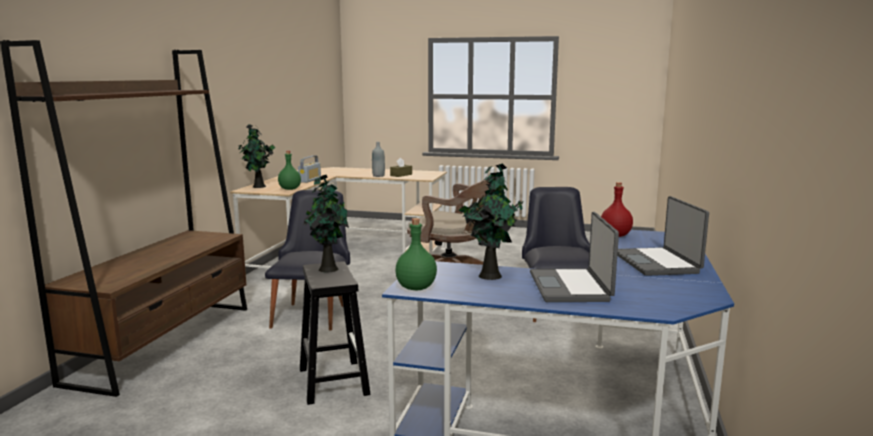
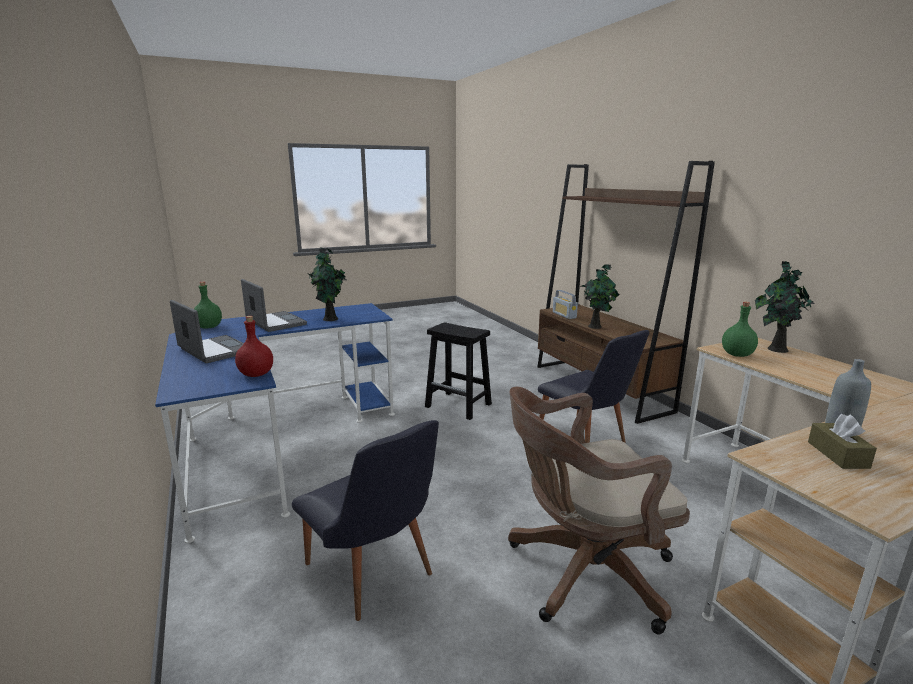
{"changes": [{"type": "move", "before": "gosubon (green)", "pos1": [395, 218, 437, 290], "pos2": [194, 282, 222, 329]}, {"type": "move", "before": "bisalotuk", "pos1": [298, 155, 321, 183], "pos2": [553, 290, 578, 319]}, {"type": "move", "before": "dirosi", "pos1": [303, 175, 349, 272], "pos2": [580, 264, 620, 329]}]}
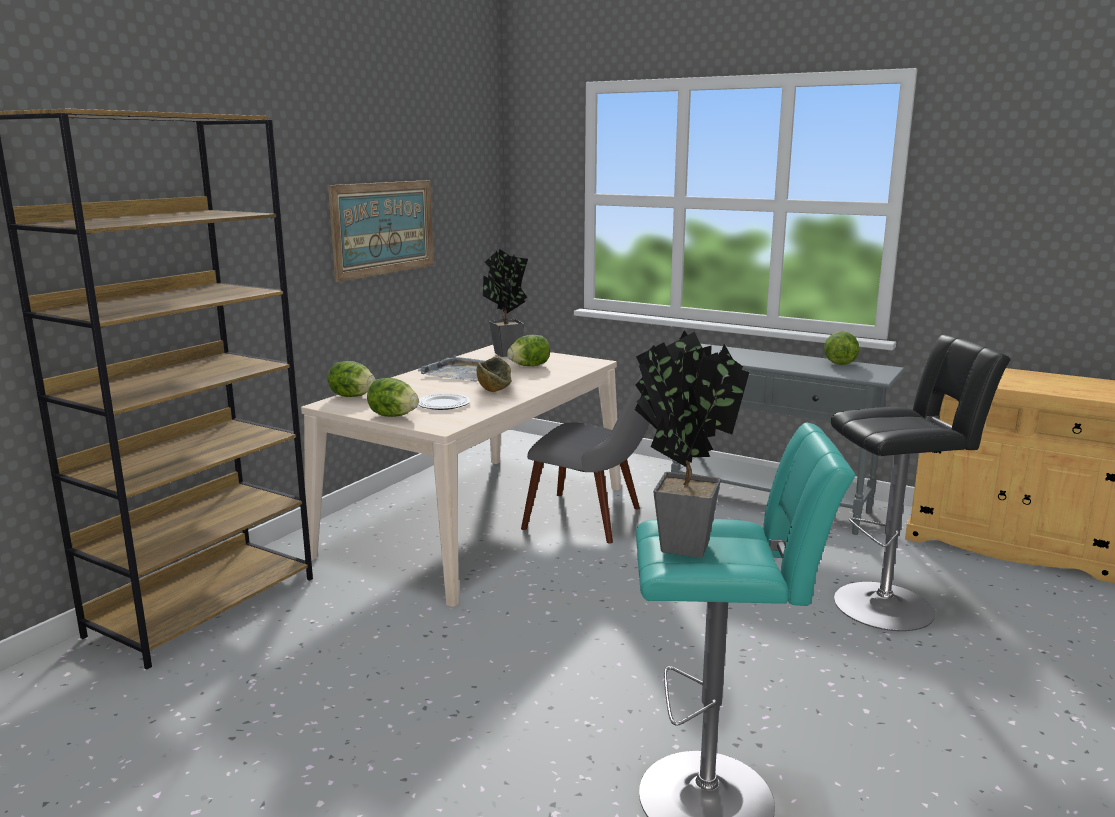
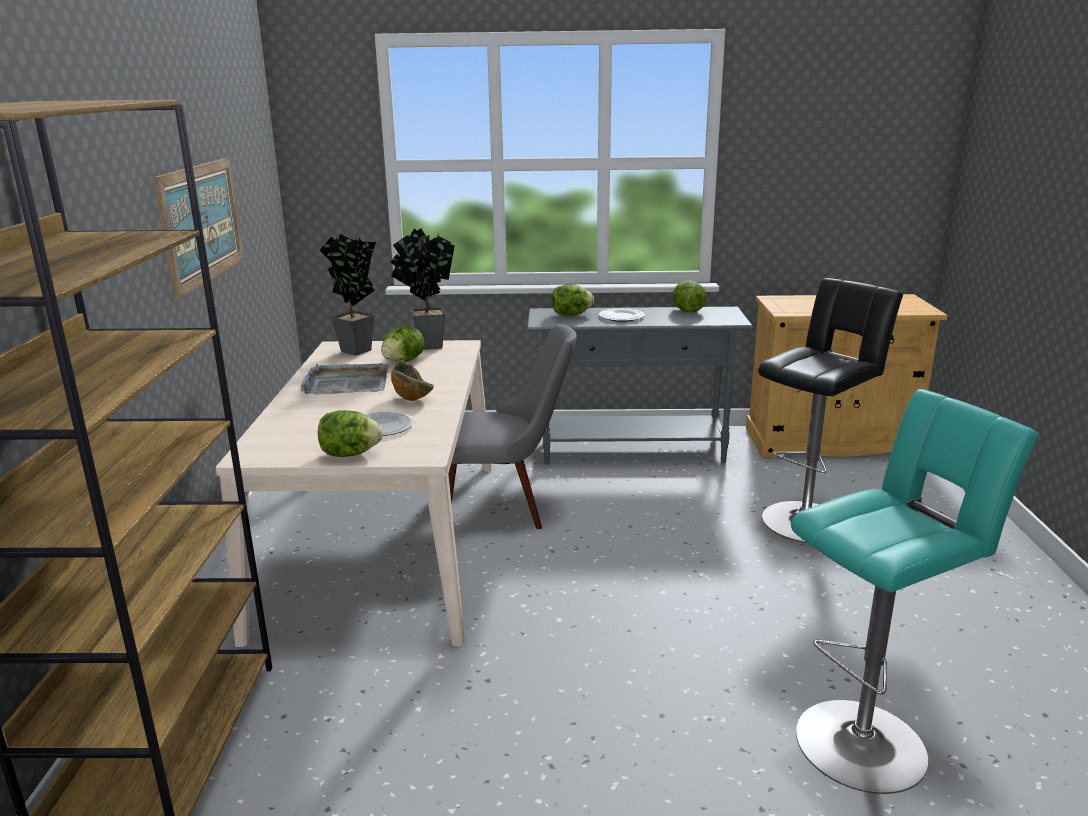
{"changes": [{"type": "move", "before": "dirosi", "pos1": [635, 330, 749, 558], "pos2": [391, 228, 455, 350]}, {"type": "move", "before": "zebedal", "pos1": [328, 361, 376, 397], "pos2": [552, 284, 594, 316]}, {"type": "insert", "after": "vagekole", "pos2": [599, 308, 645, 322]}]}
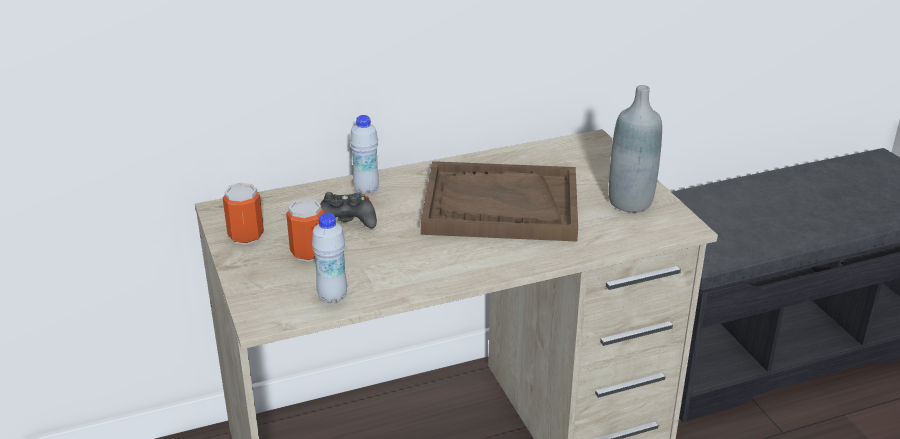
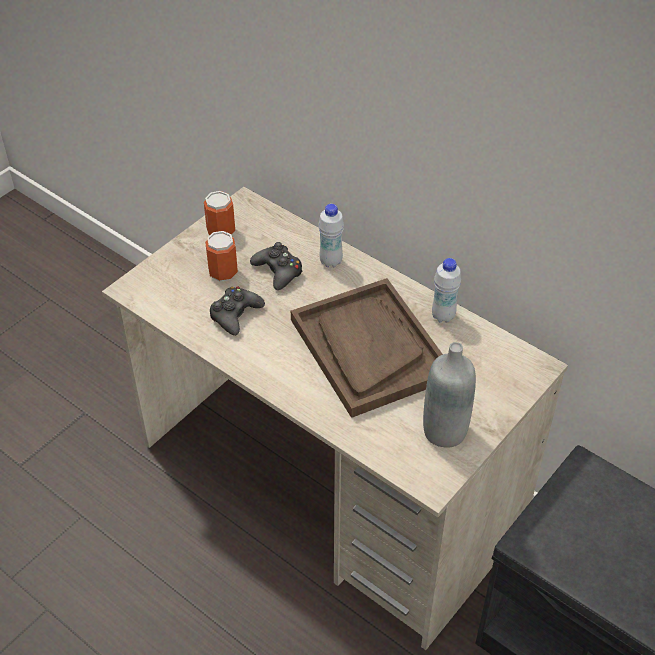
{"changes": [{"type": "insert", "after": "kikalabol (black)", "pos2": [210, 287, 265, 336]}, {"type": "move", "before": "gosubon (white)", "pos1": [312, 213, 347, 303], "pos2": [432, 258, 461, 323]}]}
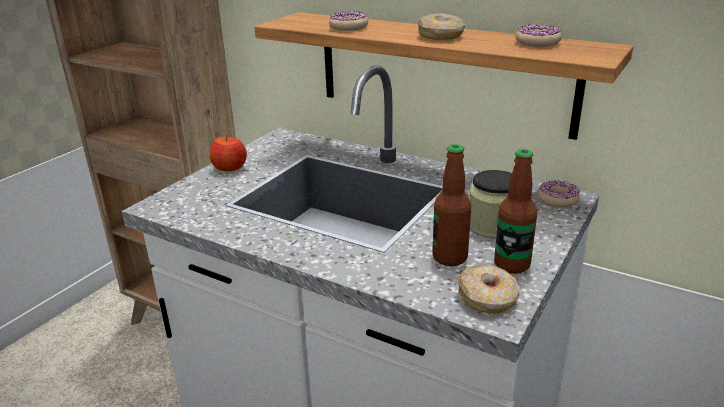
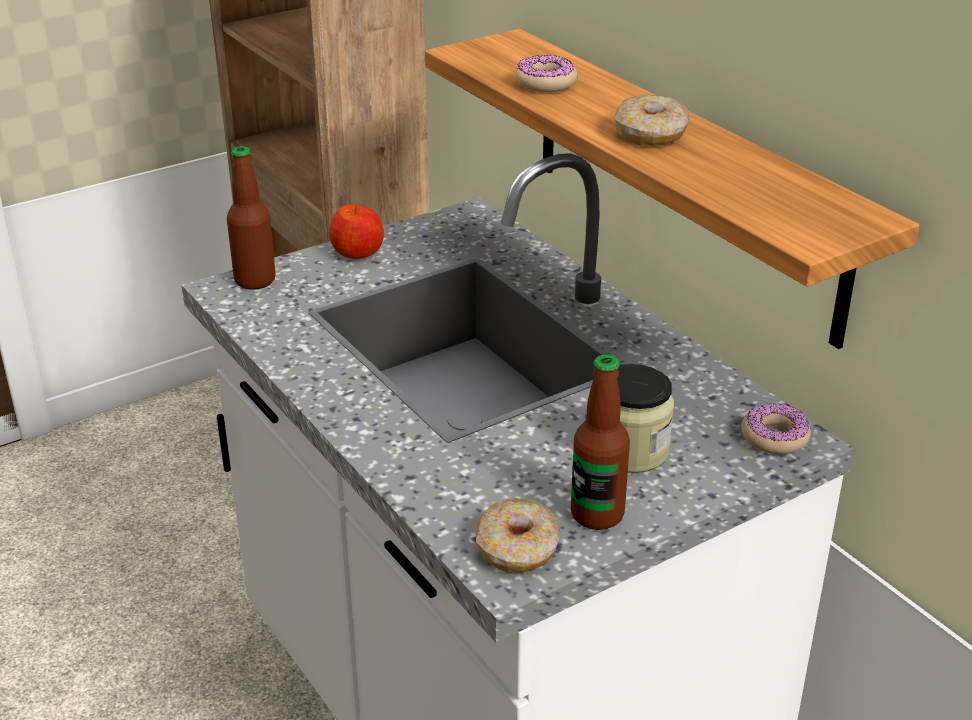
{"changes": [{"type": "move", "before": "gosubon", "pos1": [432, 144, 471, 266], "pos2": [227, 146, 276, 290]}, {"type": "delete", "before": "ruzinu", "pos1": [516, 25, 561, 47]}]}
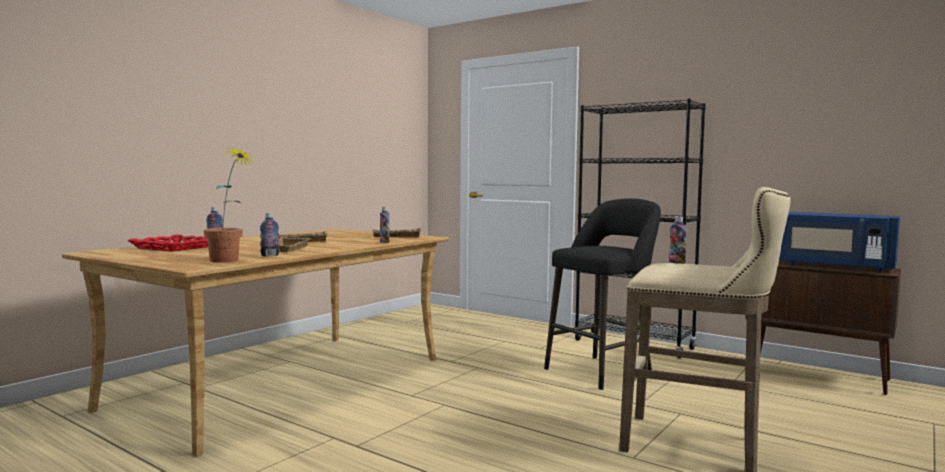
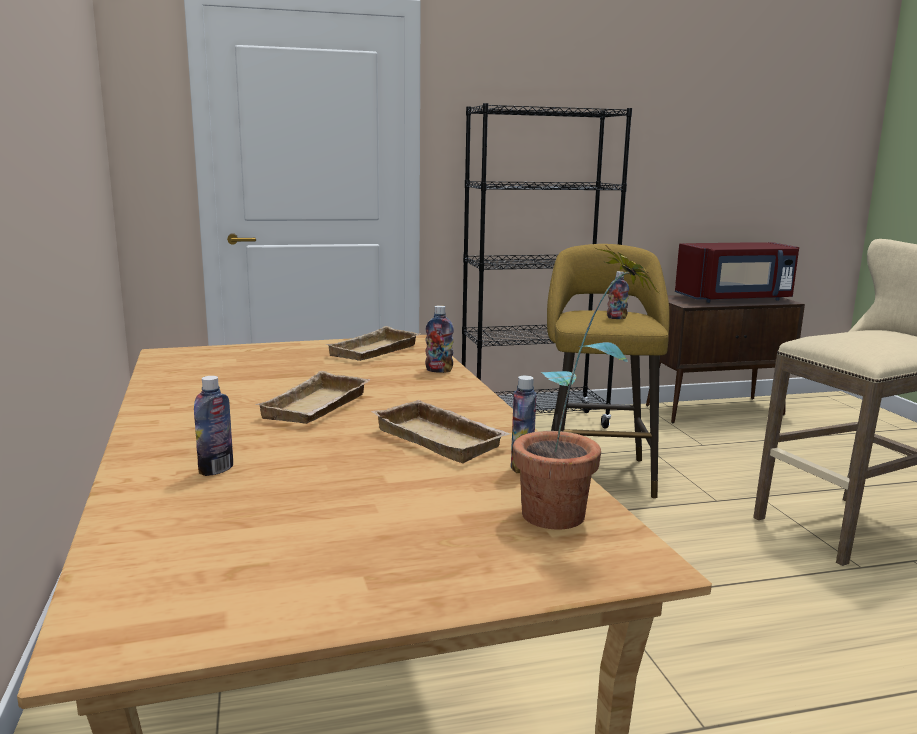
{"changes": [{"type": "recolor", "before": "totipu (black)", "after": "totipu (yellow)", "pos1": [544, 198, 661, 390], "pos2": [547, 244, 670, 498]}, {"type": "move", "before": "gosubon", "pos1": [669, 217, 687, 264], "pos2": [607, 271, 629, 319]}, {"type": "recolor", "before": "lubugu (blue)", "after": "lubugu (red)", "pos1": [779, 212, 900, 272], "pos2": [675, 242, 799, 303]}, {"type": "delete", "before": "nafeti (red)", "pos1": [127, 235, 208, 252]}]}
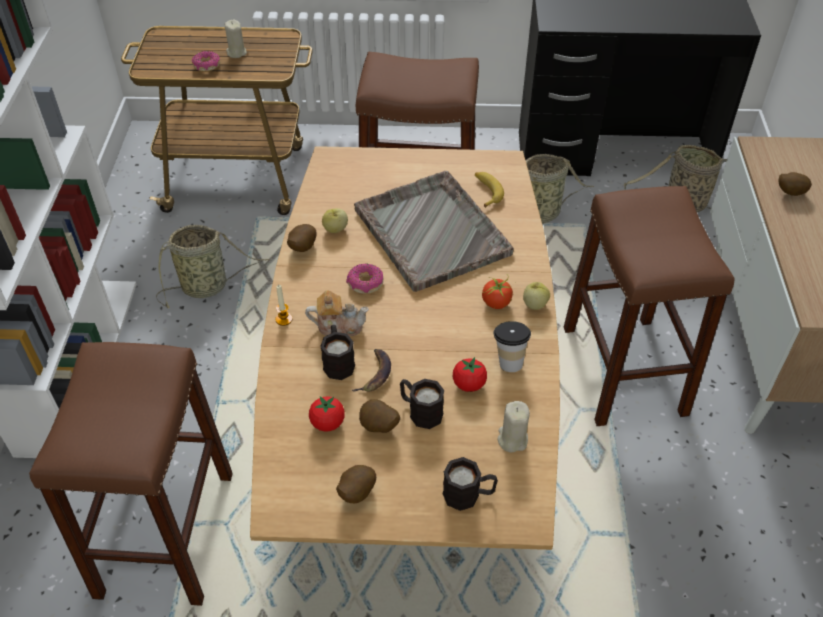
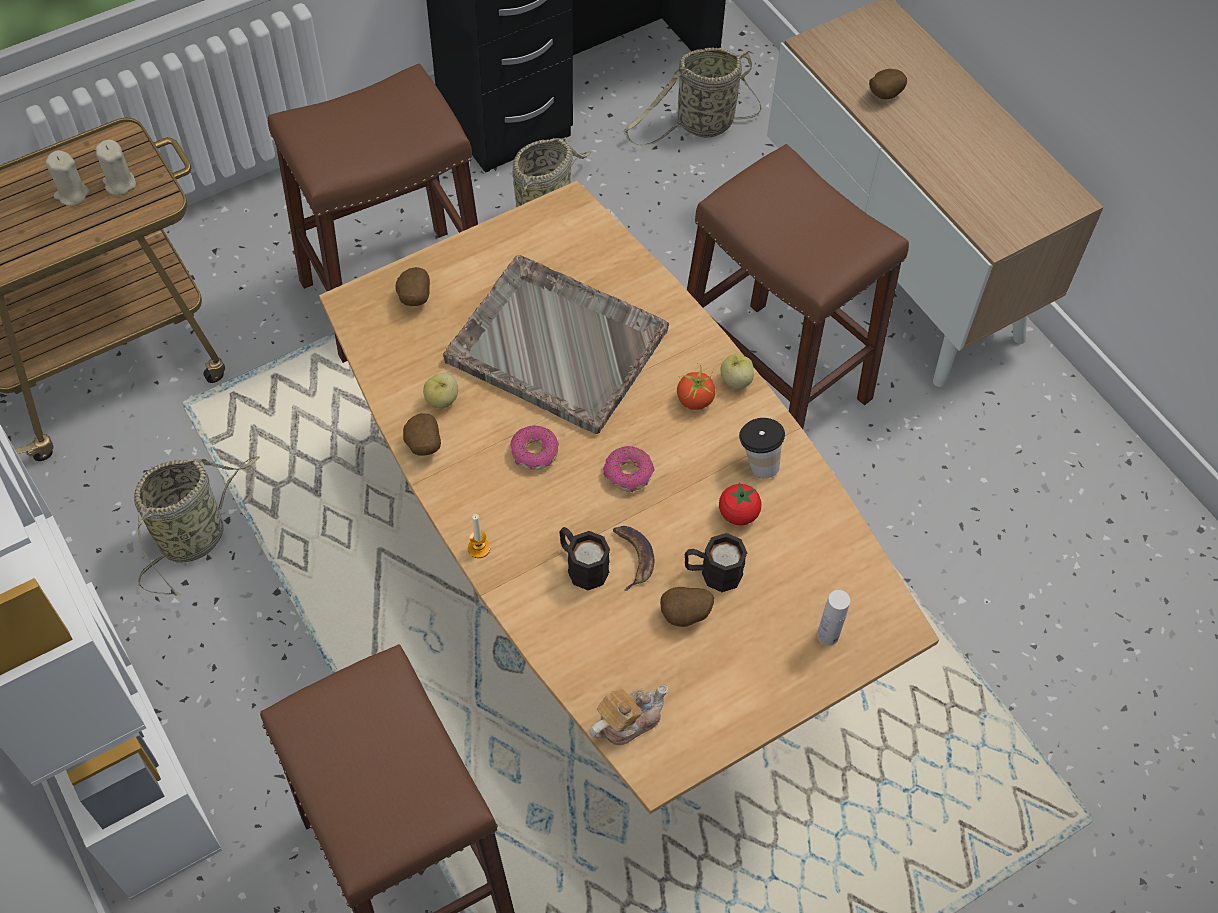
{"changes": [{"type": "move", "before": "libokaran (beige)", "pos1": [498, 401, 530, 452], "pos2": [95, 140, 136, 196]}, {"type": "move", "before": "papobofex", "pos1": [336, 465, 376, 503], "pos2": [396, 267, 430, 306]}, {"type": "move", "before": "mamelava", "pos1": [305, 290, 369, 336], "pos2": [590, 684, 668, 745]}, {"type": "move", "before": "ruzinu", "pos1": [192, 51, 220, 72], "pos2": [603, 446, 655, 492]}, {"type": "replace", "before": "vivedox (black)", "after": "gosubon (white)", "pos1": [442, 457, 498, 511], "pos2": [817, 590, 850, 646]}, {"type": "delete", "before": "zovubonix", "pos1": [309, 396, 345, 431]}, {"type": "delete", "before": "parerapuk", "pos1": [475, 172, 504, 208]}]}
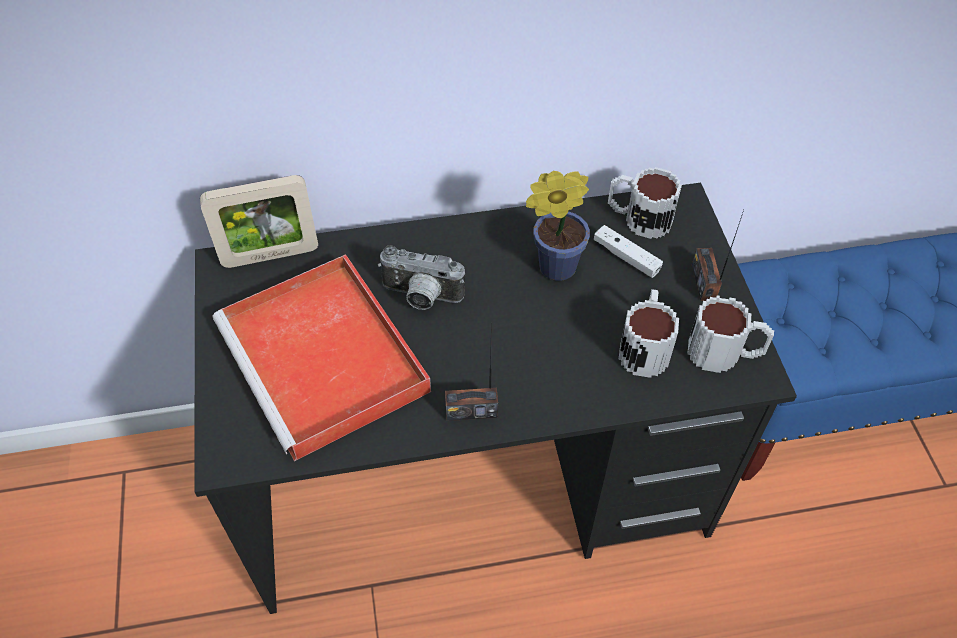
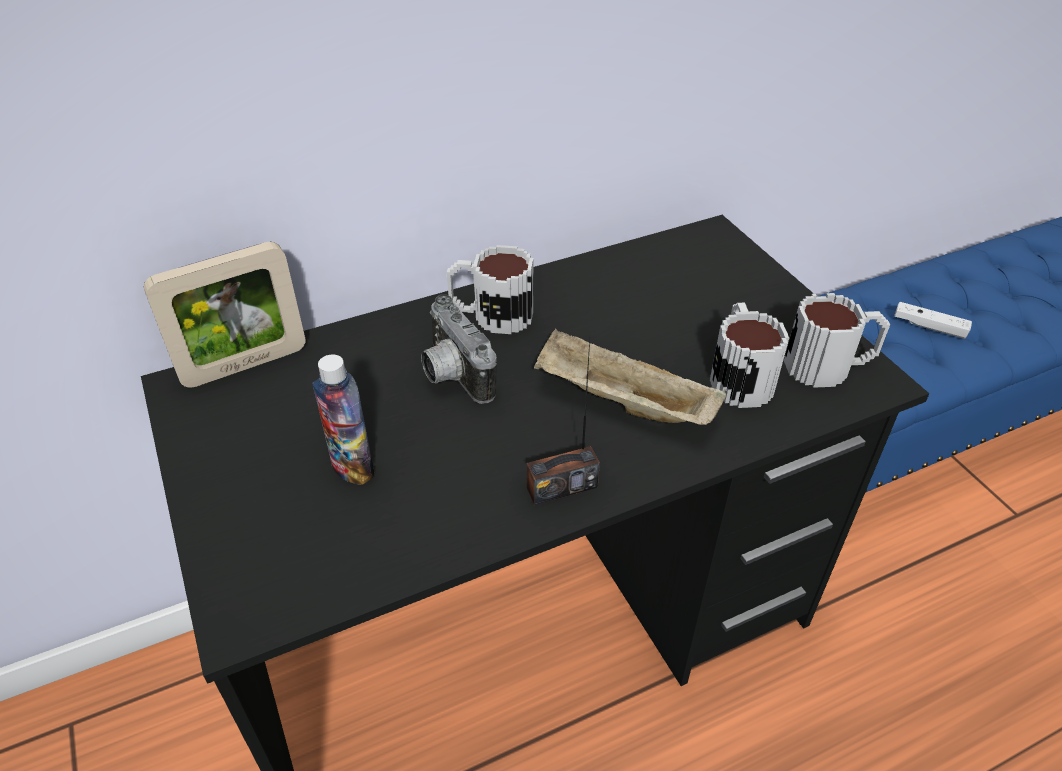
{"changes": [{"type": "replace", "before": "nafeti (red)", "after": "gosubon", "pos1": [213, 254, 431, 461], "pos2": [313, 354, 375, 485]}, {"type": "rotate", "before": "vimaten", "pos1": [378, 246, 465, 310], "pos2": [421, 295, 497, 404], "turn": 60}, {"type": "move", "before": "vivedox", "pos1": [608, 167, 682, 239], "pos2": [447, 245, 533, 334]}, {"type": "insert", "after": "nafeti (beige)", "pos2": [534, 329, 726, 425]}, {"type": "move", "before": "kikalabol (white)", "pos1": [594, 225, 663, 278], "pos2": [895, 302, 972, 339]}, {"type": "delete", "before": "dirosi", "pos1": [526, 171, 590, 281]}, {"type": "delete", "before": "bisalotuk", "pos1": [692, 210, 744, 301]}]}
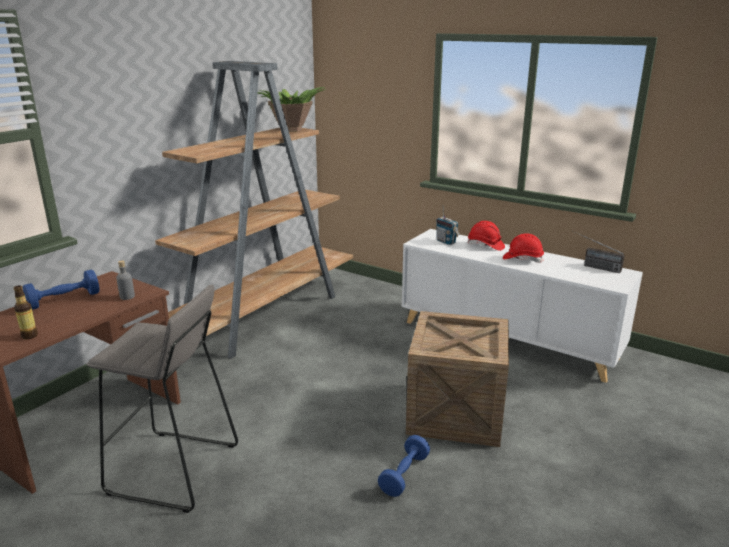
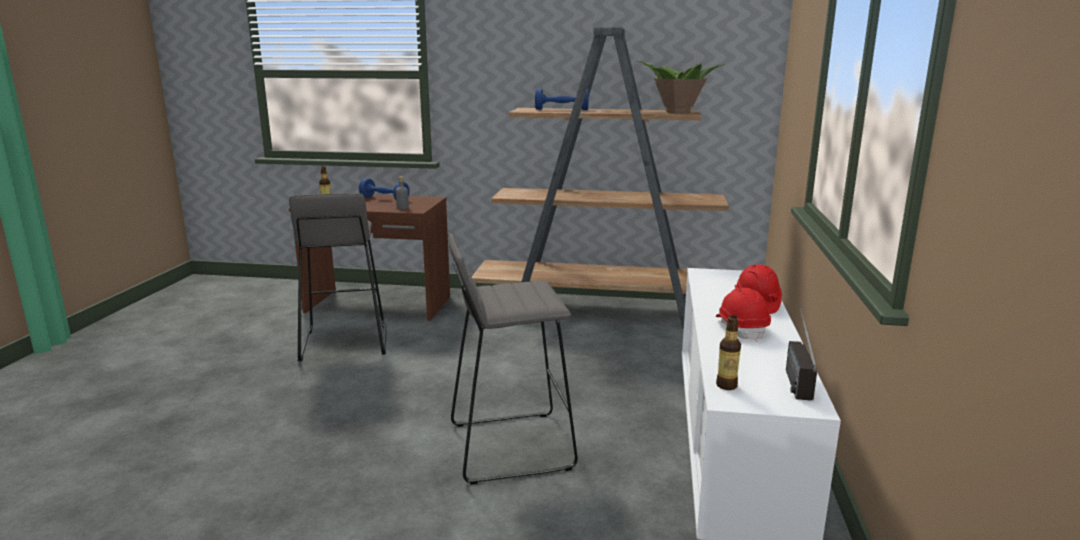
{"changes": [{"type": "replace", "before": "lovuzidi", "after": "totipu (grey)", "pos1": [406, 311, 509, 447], "pos2": [448, 233, 578, 485]}, {"type": "move", "before": "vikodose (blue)", "pos1": [378, 435, 430, 497], "pos2": [535, 88, 589, 110]}, {"type": "insert", "after": "gosubon", "pos2": [716, 316, 741, 390]}, {"type": "delete", "before": "bisalotuk", "pos1": [436, 207, 460, 245]}]}
